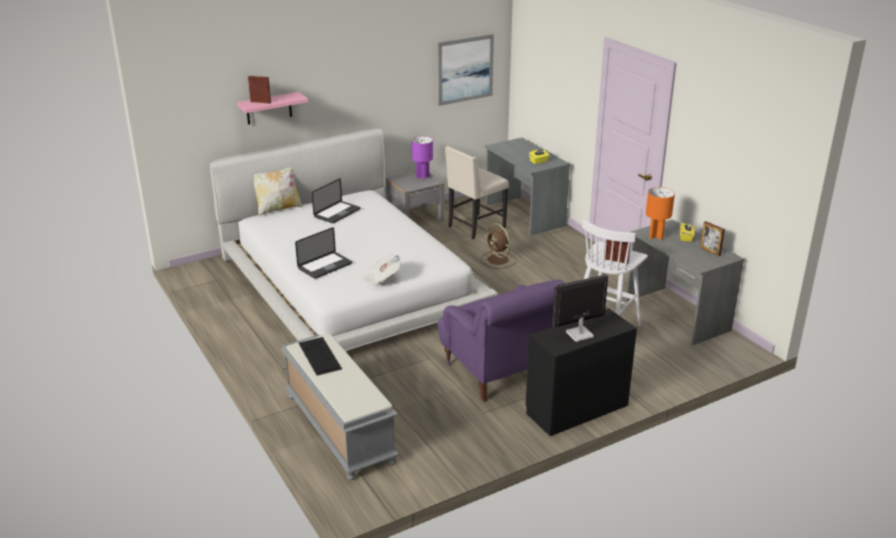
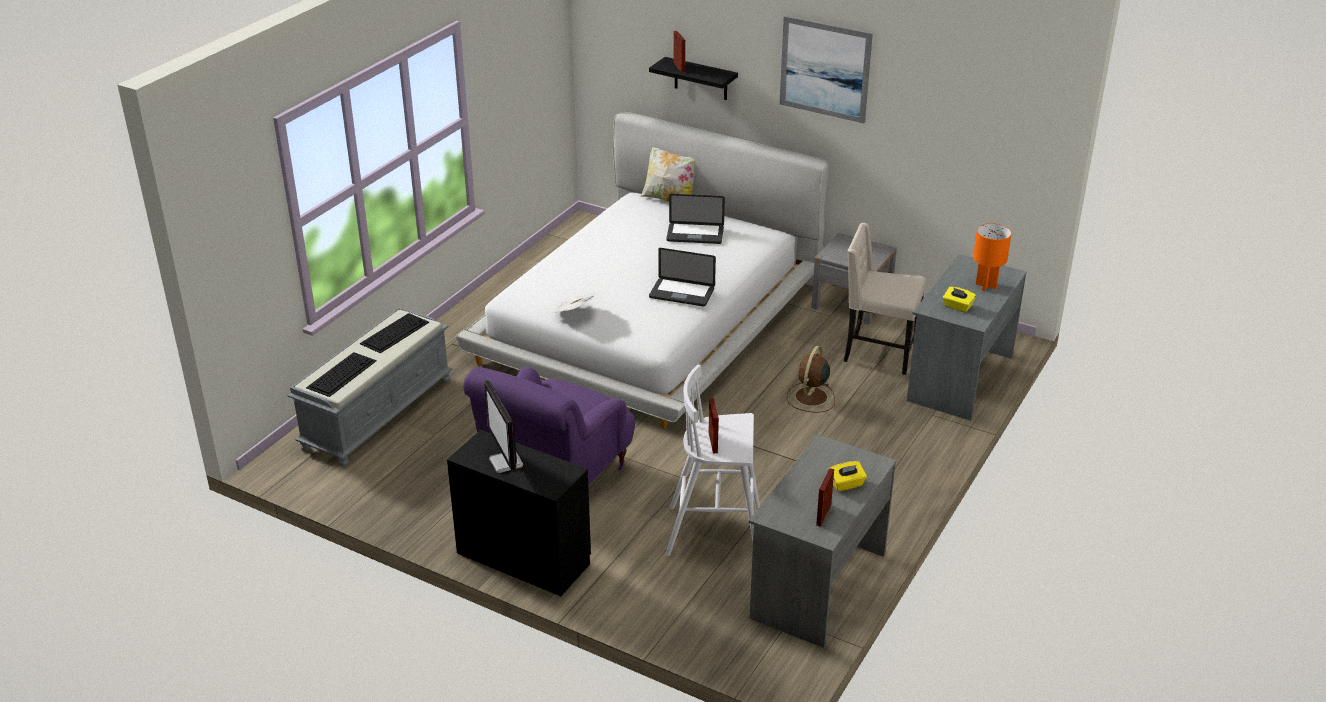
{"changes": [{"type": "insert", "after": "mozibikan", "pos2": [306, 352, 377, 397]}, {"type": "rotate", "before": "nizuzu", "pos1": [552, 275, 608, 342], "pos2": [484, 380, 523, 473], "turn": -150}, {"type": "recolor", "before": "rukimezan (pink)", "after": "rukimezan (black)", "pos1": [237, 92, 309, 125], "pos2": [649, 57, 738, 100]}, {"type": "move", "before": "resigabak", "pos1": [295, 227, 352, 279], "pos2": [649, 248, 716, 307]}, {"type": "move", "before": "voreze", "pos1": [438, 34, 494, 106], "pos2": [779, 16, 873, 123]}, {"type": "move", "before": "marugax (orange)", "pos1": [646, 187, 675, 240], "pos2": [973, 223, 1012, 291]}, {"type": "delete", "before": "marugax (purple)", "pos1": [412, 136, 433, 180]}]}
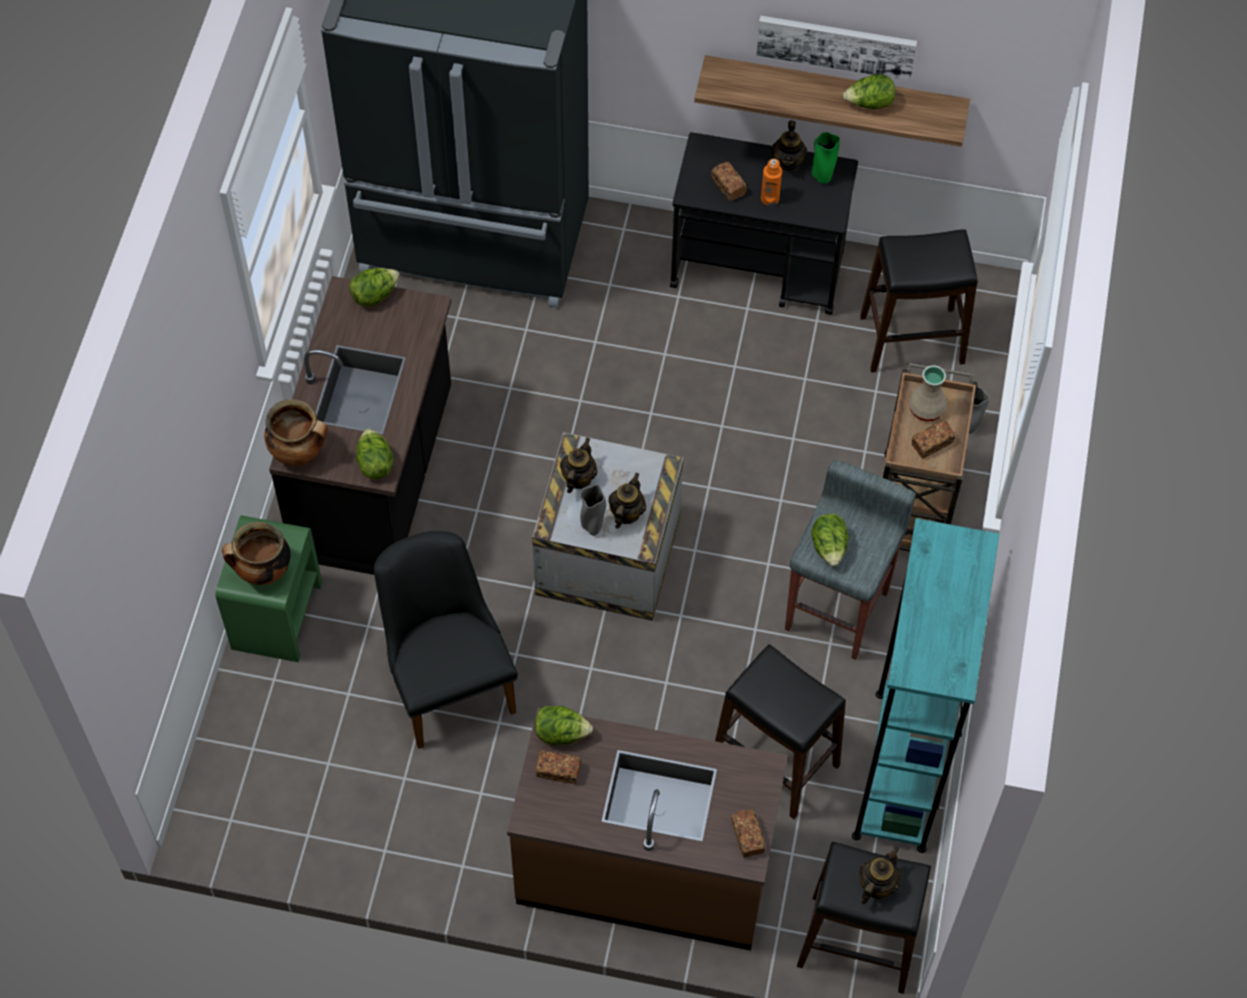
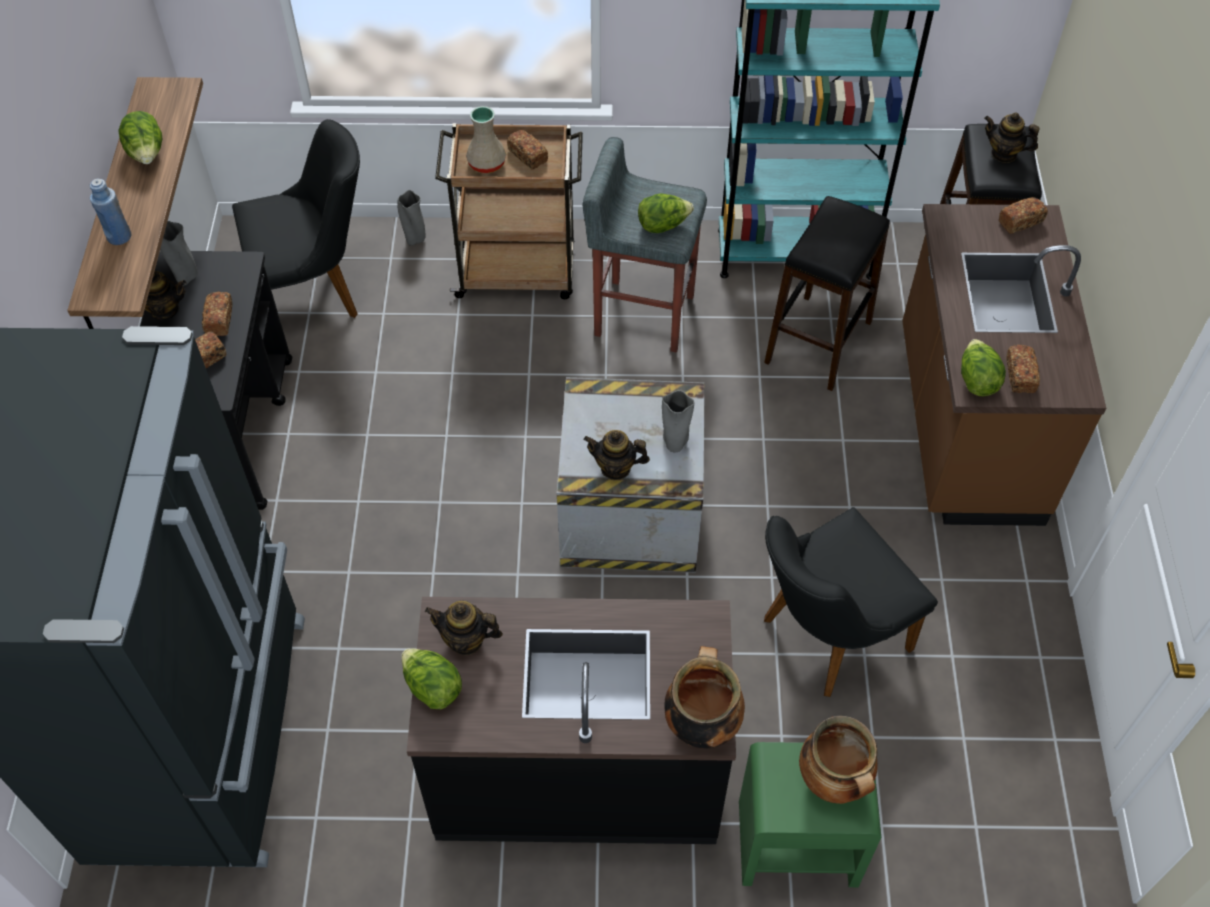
{"changes": [{"type": "insert", "after": "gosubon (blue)", "pos2": [90, 179, 131, 245]}, {"type": "recolor", "before": "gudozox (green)", "after": "gudozox (grey)", "pos1": [812, 132, 840, 184], "pos2": [160, 221, 198, 286]}, {"type": "replace", "before": "gosubon (orange)", "after": "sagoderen", "pos1": [761, 159, 782, 206], "pos2": [202, 292, 233, 336]}, {"type": "replace", "before": "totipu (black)", "after": "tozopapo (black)", "pos1": [860, 229, 978, 373], "pos2": [232, 119, 360, 318]}, {"type": "move", "before": "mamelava", "pos1": [608, 473, 646, 529], "pos2": [425, 601, 503, 655]}, {"type": "delete", "before": "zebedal", "pos1": [356, 429, 394, 479]}, {"type": "delete", "before": "voreze", "pos1": [757, 16, 917, 81]}]}
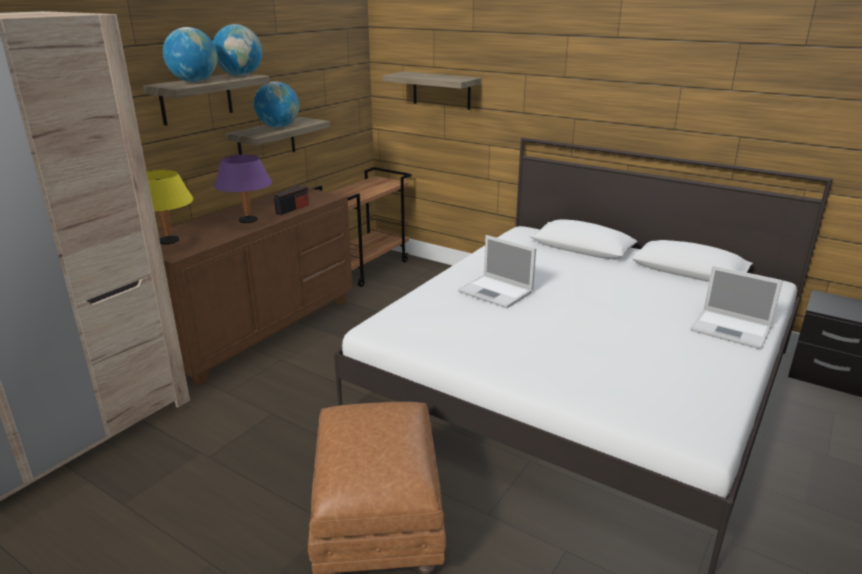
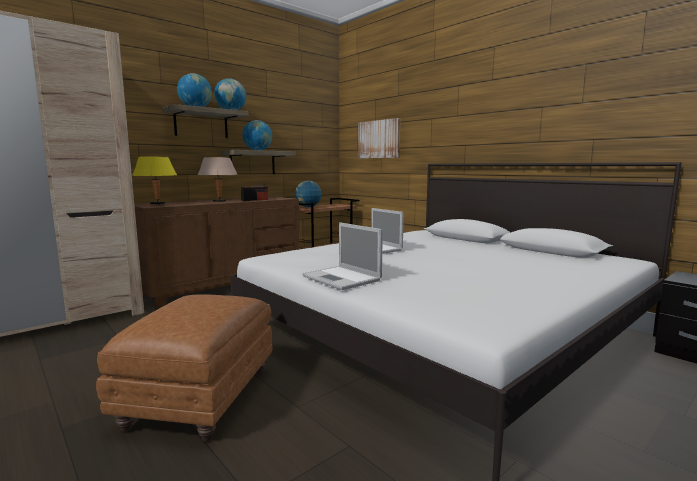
{"changes": [{"type": "recolor", "before": "marugax (purple)", "after": "marugax (beige)", "pos1": [214, 155, 272, 223], "pos2": [198, 157, 238, 202]}, {"type": "insert", "after": "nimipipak", "pos2": [295, 180, 322, 208]}, {"type": "move", "before": "resigabak", "pos1": [691, 266, 783, 349], "pos2": [302, 222, 383, 290]}, {"type": "replace", "before": "rukimezan", "after": "voreze", "pos1": [383, 71, 481, 110], "pos2": [358, 118, 400, 158]}]}
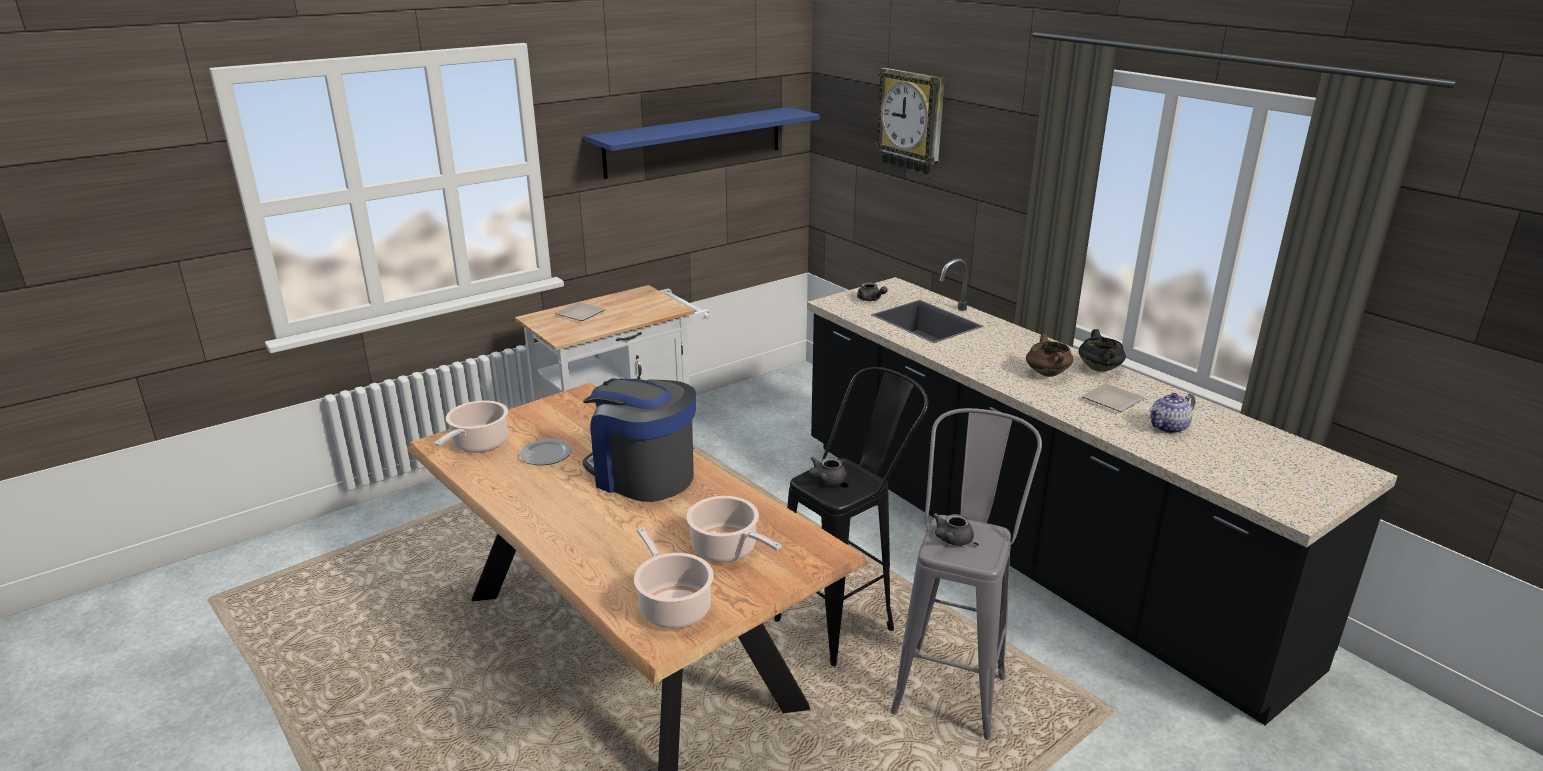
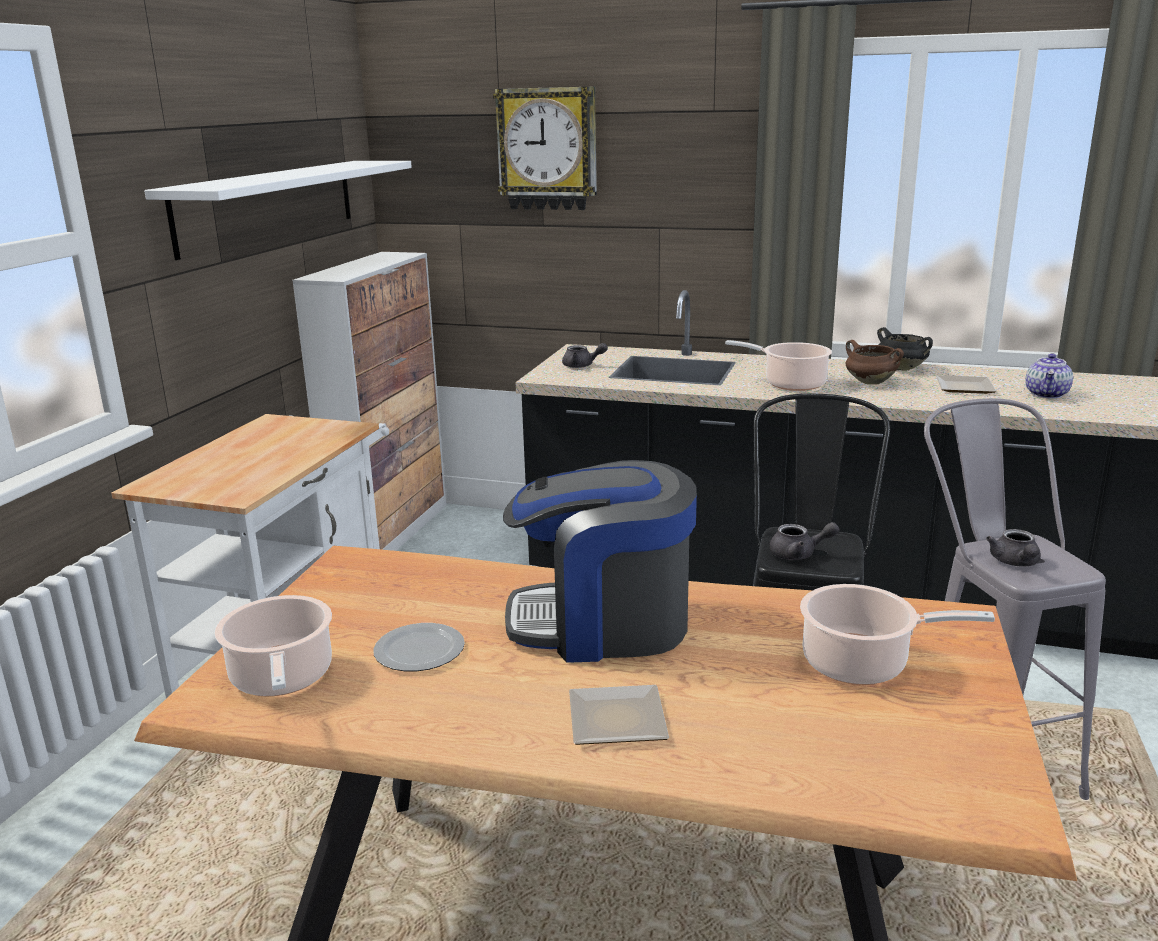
{"changes": [{"type": "recolor", "before": "rukimezan (blue)", "after": "rukimezan (white)", "pos1": [585, 107, 820, 179], "pos2": [144, 161, 412, 260]}, {"type": "insert", "after": "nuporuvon", "pos2": [292, 252, 446, 551]}, {"type": "move", "before": "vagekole", "pos1": [555, 302, 606, 321], "pos2": [569, 685, 669, 745]}, {"type": "move", "before": "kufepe", "pos1": [634, 527, 714, 629], "pos2": [725, 340, 832, 391]}, {"type": "rotate", "before": "mamelava (grey)", "pos1": [809, 457, 847, 485], "pos2": [769, 522, 839, 560], "turn": -90}]}
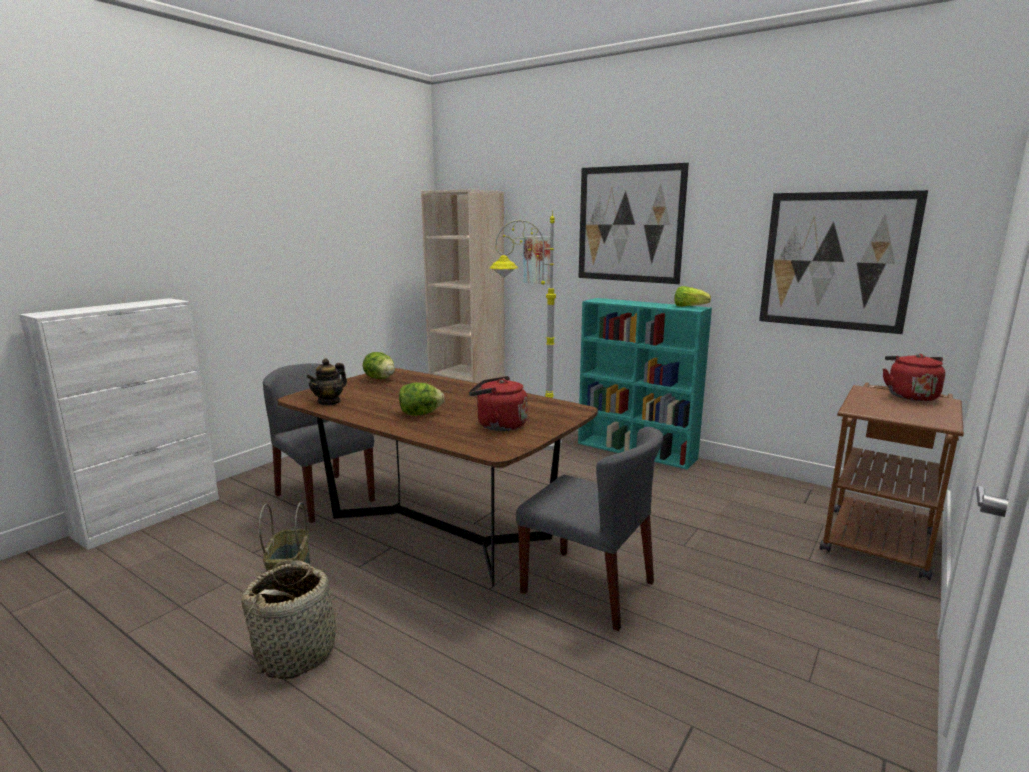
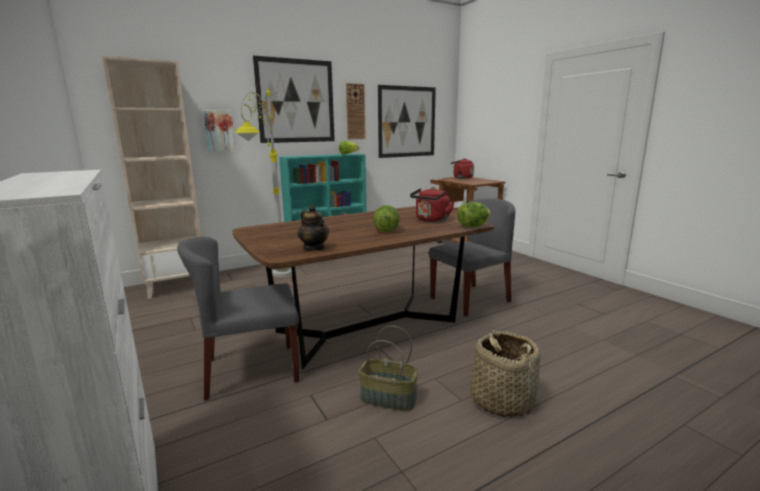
{"changes": [{"type": "insert", "after": "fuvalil", "pos2": [346, 83, 366, 139]}, {"type": "move", "before": "zebedal", "pos1": [363, 352, 395, 379], "pos2": [457, 202, 491, 227]}]}
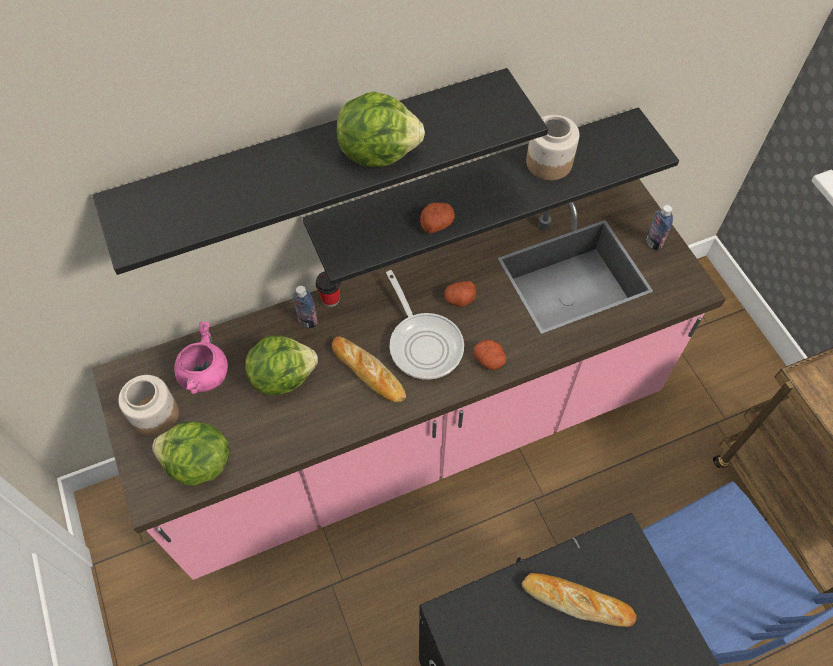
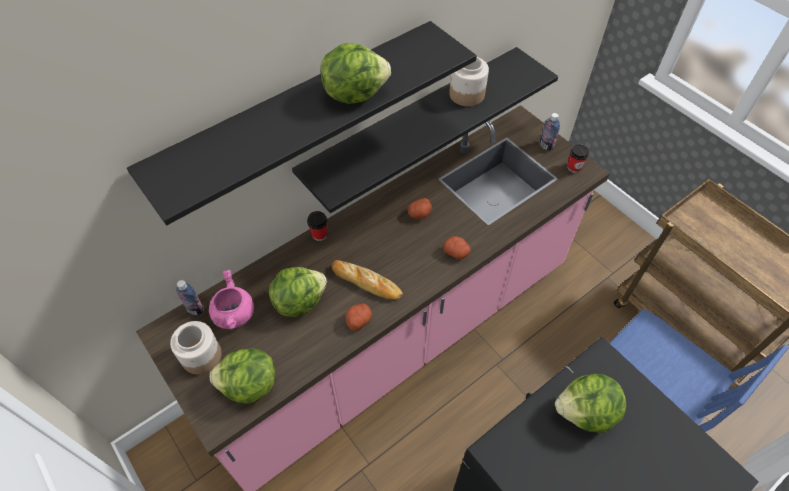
{"changes": [{"type": "move", "before": "gosubon", "pos1": [292, 286, 318, 328], "pos2": [176, 280, 204, 315]}, {"type": "move", "before": "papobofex", "pos1": [420, 203, 455, 233], "pos2": [345, 303, 372, 331]}, {"type": "replace", "before": "sagoderen", "after": "zebedal", "pos1": [521, 573, 637, 627], "pos2": [555, 374, 626, 433]}, {"type": "insert", "after": "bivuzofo", "pos2": [567, 144, 589, 173]}, {"type": "delete", "before": "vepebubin", "pos1": [386, 270, 464, 380]}]}
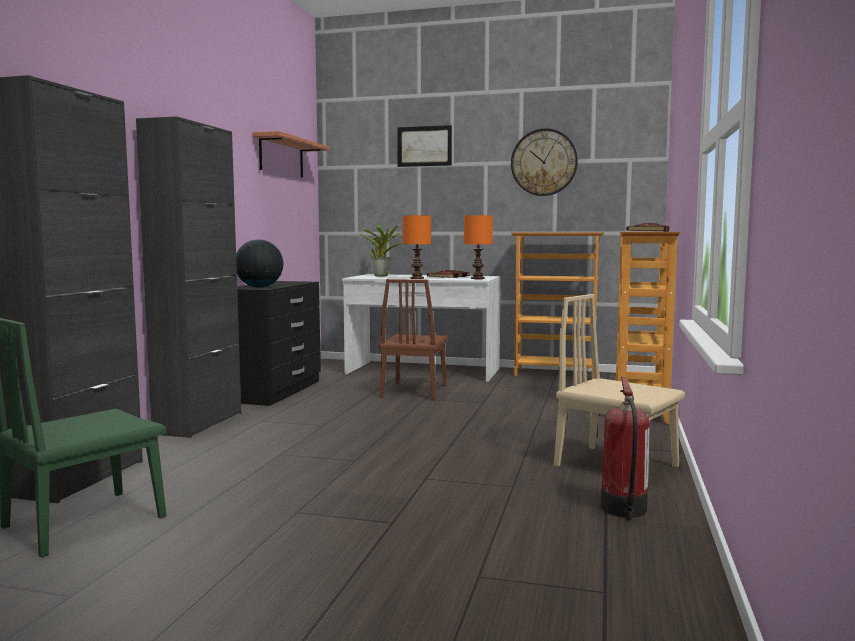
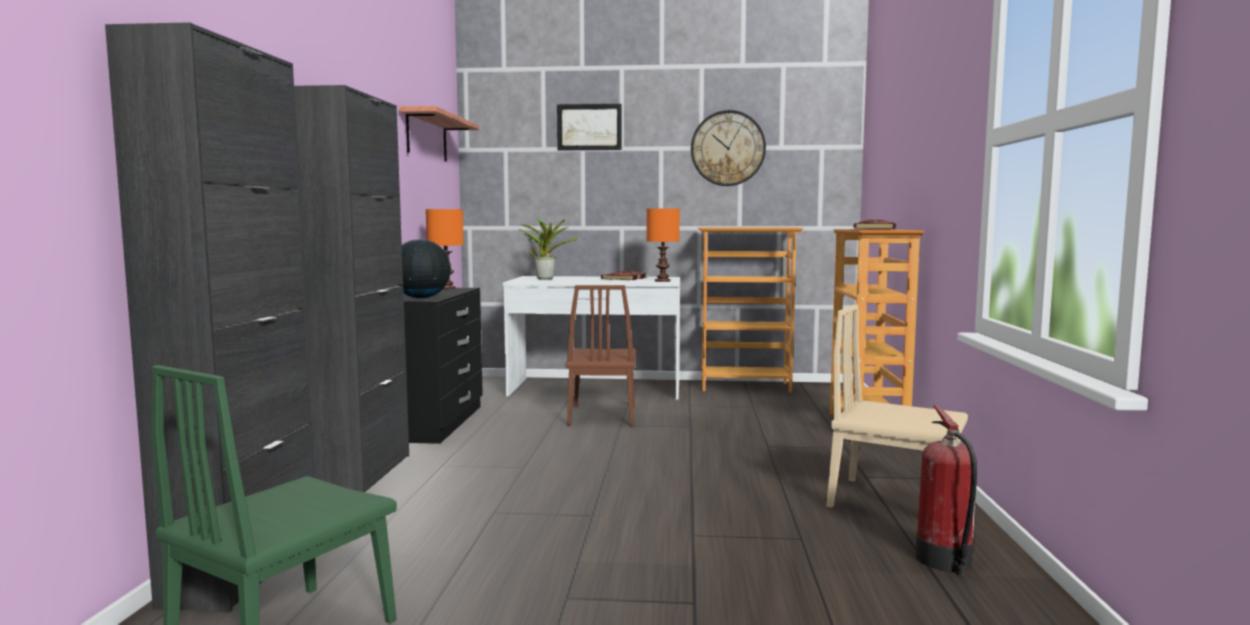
{"changes": [{"type": "move", "before": "marugax (orange)", "pos1": [403, 215, 431, 279], "pos2": [426, 209, 464, 289]}]}
